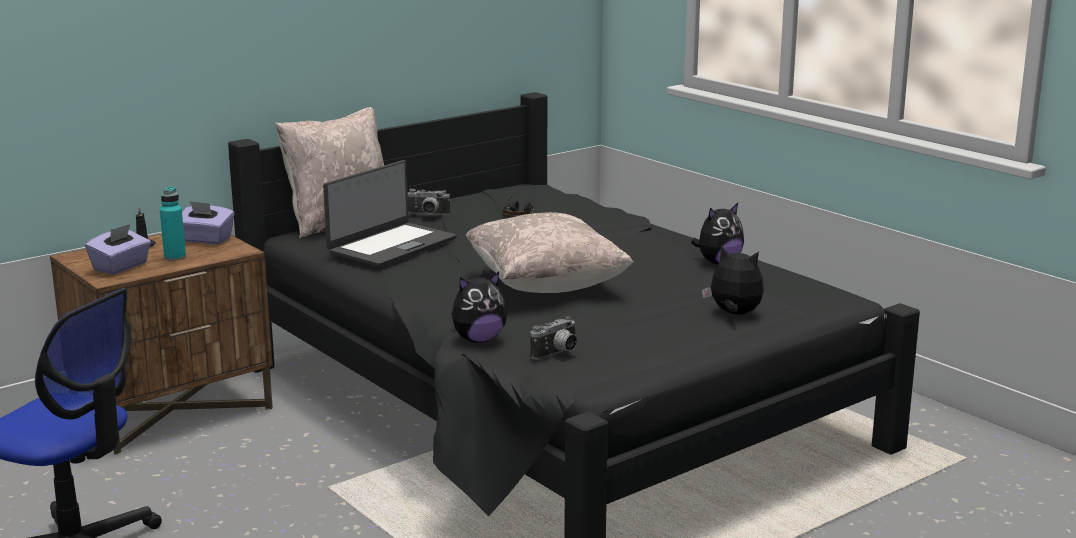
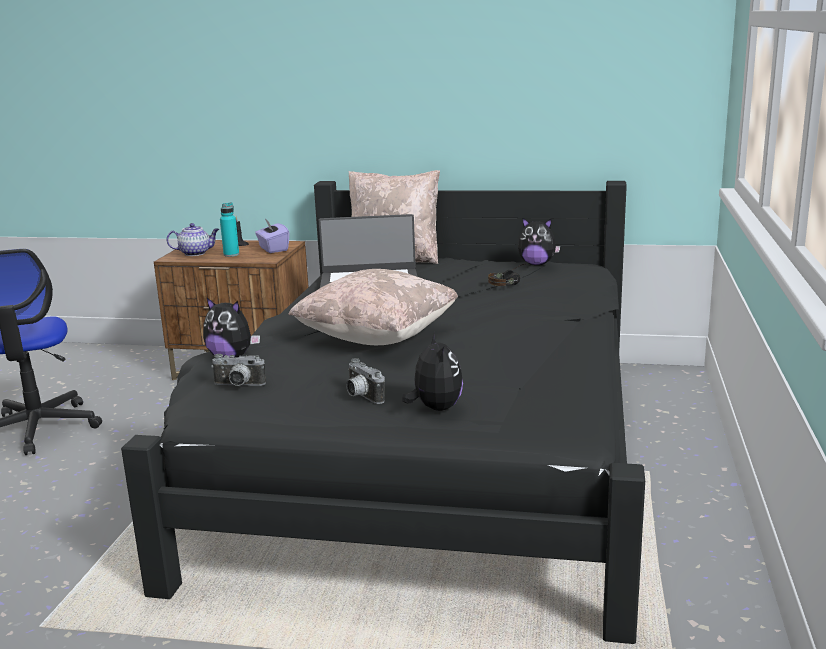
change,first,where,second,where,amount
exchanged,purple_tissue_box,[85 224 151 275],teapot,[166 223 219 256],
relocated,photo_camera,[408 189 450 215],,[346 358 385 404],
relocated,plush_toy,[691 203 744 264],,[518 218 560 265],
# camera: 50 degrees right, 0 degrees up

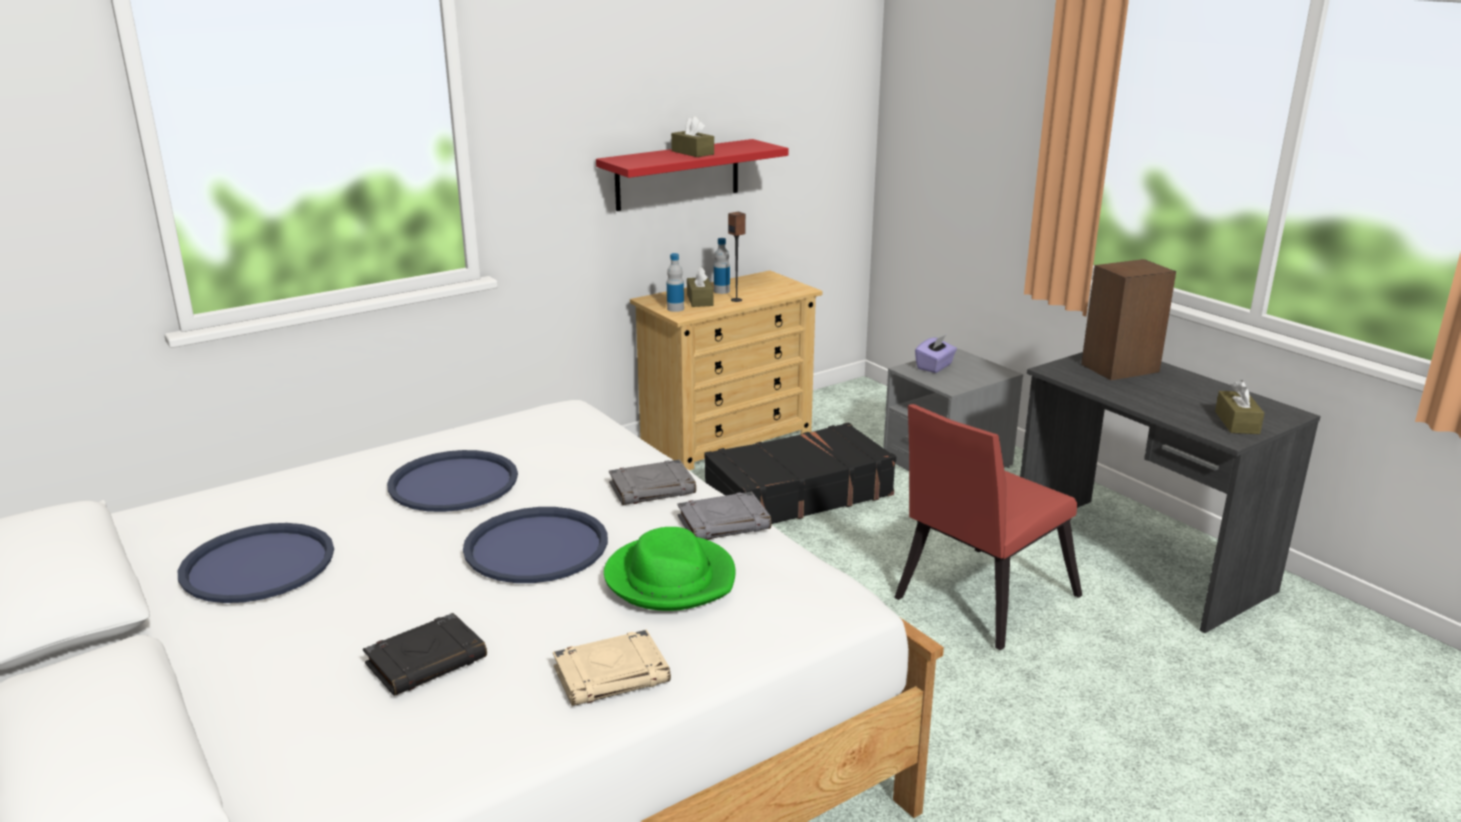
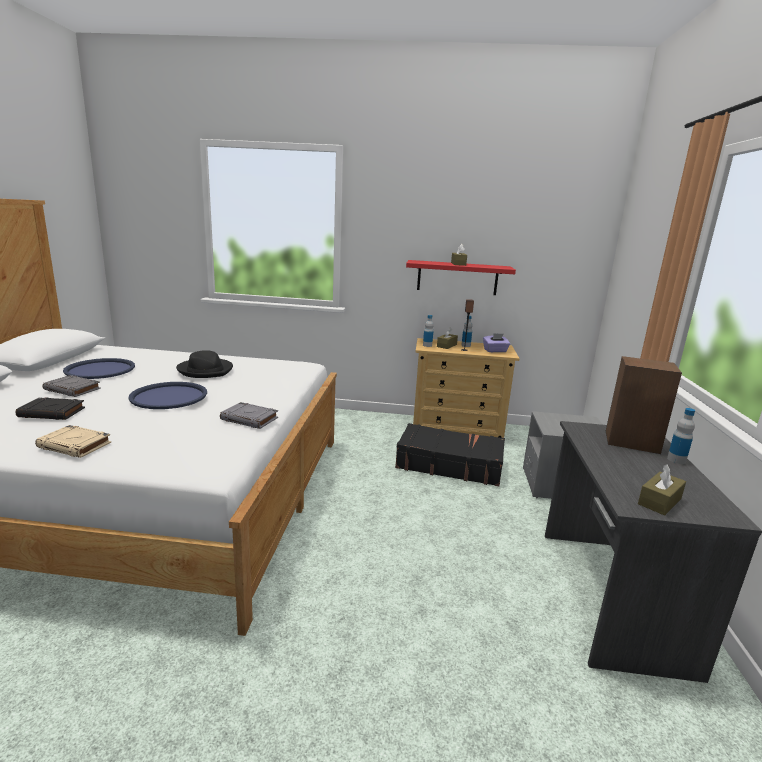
change,first,where,second,where,amount
exchanged,blue_tray,[387 450 518 512],black_hat,[176 350 233 378],
missing,green_hat,[604 527 736 611],,,
relocated,grey_book,[609 459 696 505],,[43 375 101 397],
missing,red_chair,[894 404 1082 650],,,
relocated,purple_tissue_box,[915 335 957 373],,[483 333 510 352],
appeared,,,bottle,[667 408 695 464],
# camera: 40 degrees right, 5 degrees down

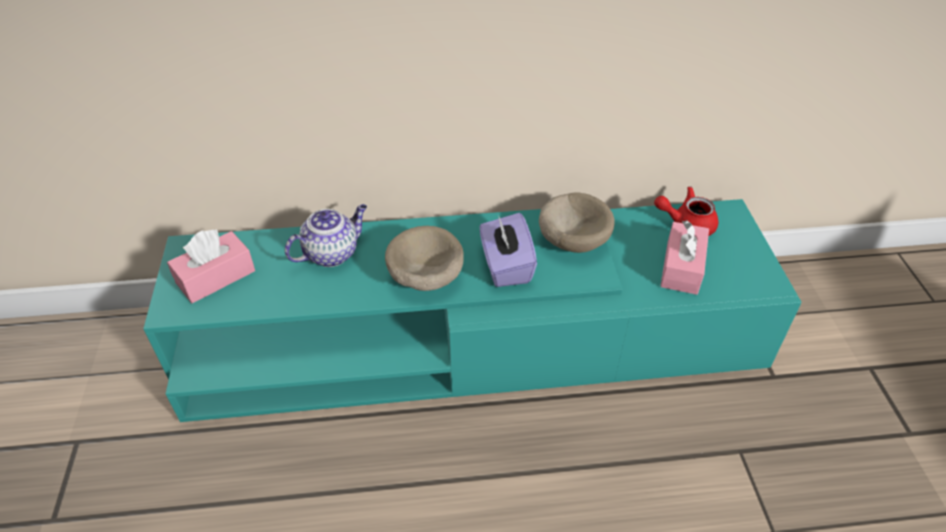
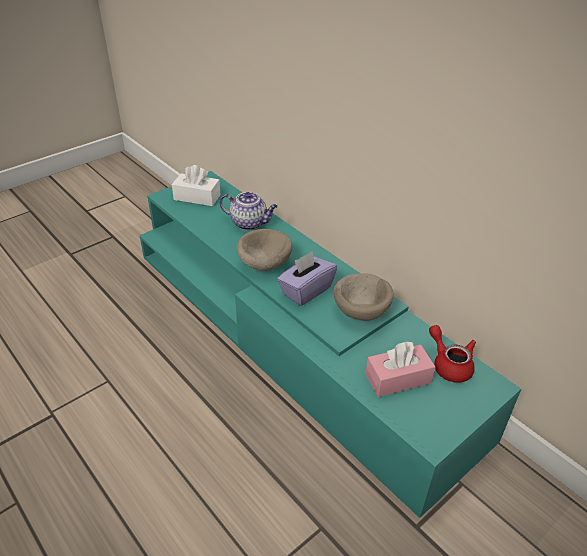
change,first,where,second,where,amount
colour,pink_tissue_box,[167 229 255 303],white_tissue_box,[172 165 221 206],
# camera: 55 degrees right, 5 degrees down

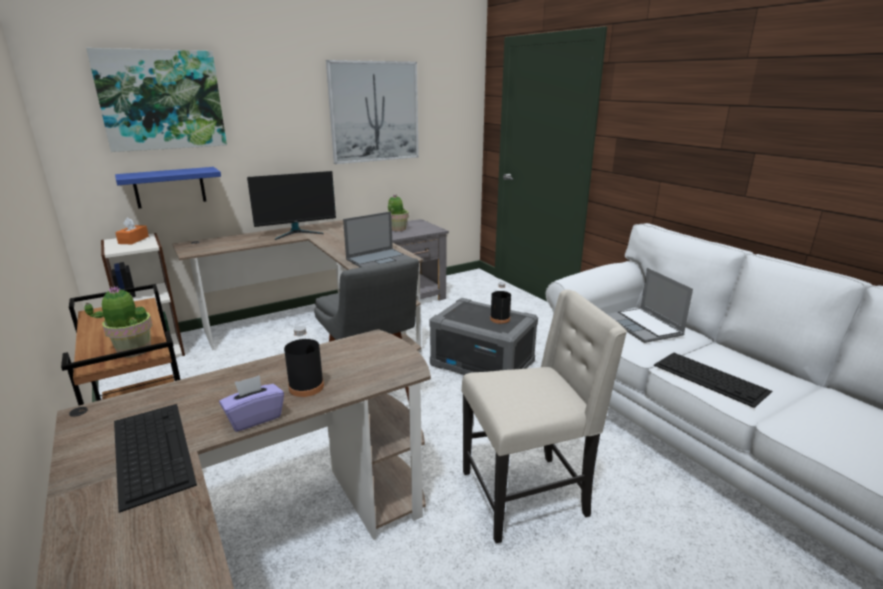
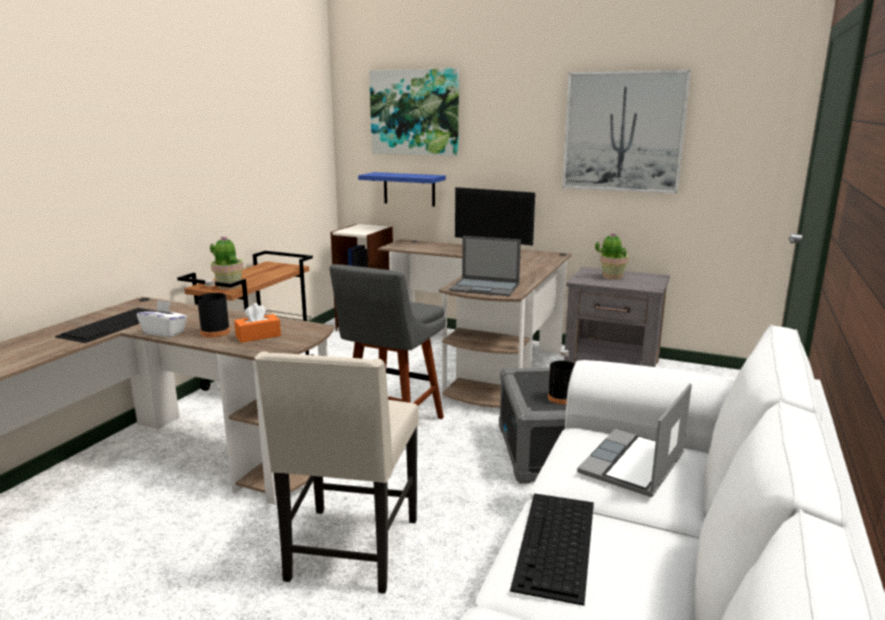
change,first,where,second,where,amount
relocated,orange_tissue_box,[115 217 149 244],,[234 303 281 343],
colour,purple_tissue_box,[219 375 284 432],white_tissue_box,[137 300 187 337],
spun,beige_chair,[462 289 627 543],,[255 352 419 594],60 degrees clockwise
# camera: 55 degrees right, 5 degrees down

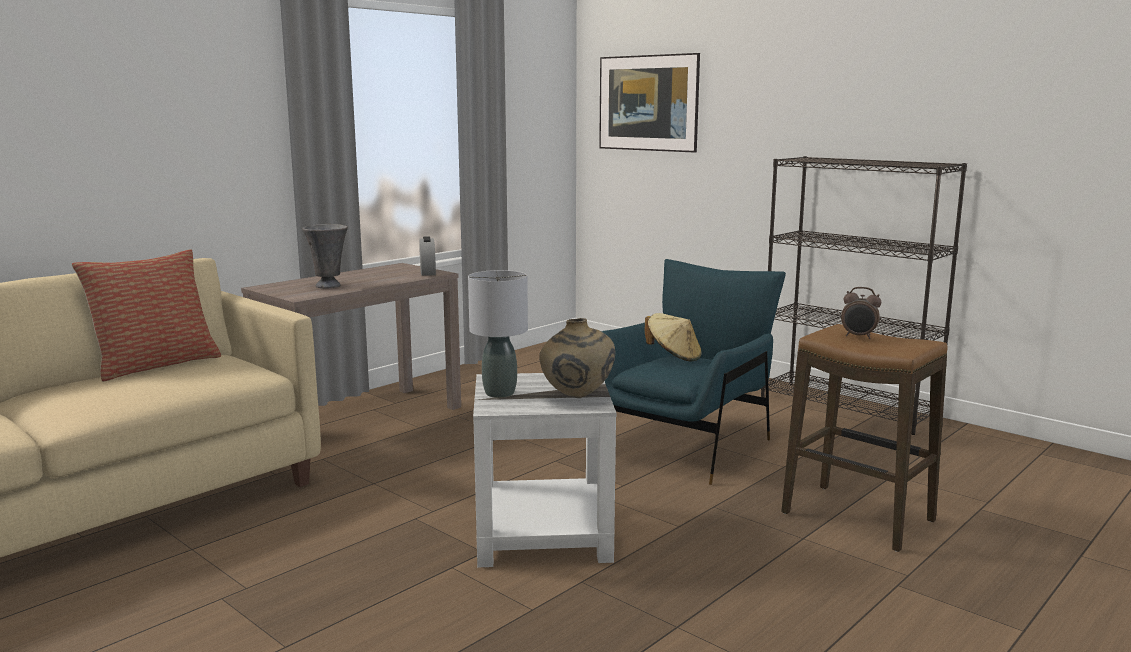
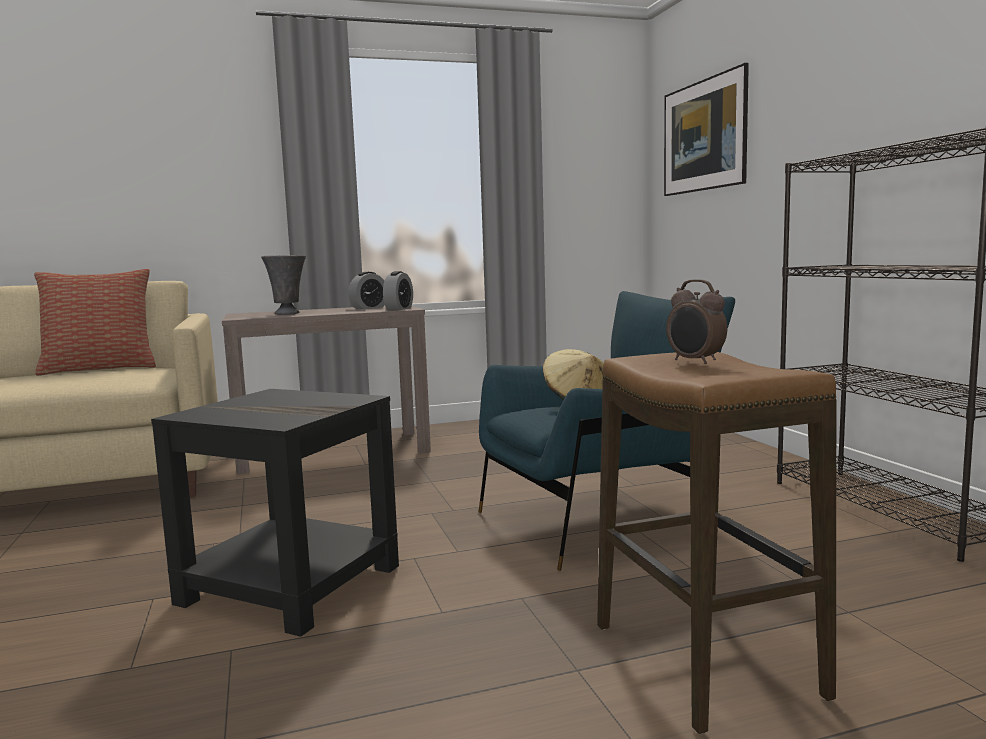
change,first,where,second,where,amount
missing,grey_table_lamp,[468 270 528 398],,,
colour,white_side_table,[473 373 616 567],black_side_table,[151 389 399 637],
missing,beige_vase,[539 318 615 398],,,
appeared,,,alarm_clock,[348 272 385 309],
# camera: 30 degrees right, 5 degrees down

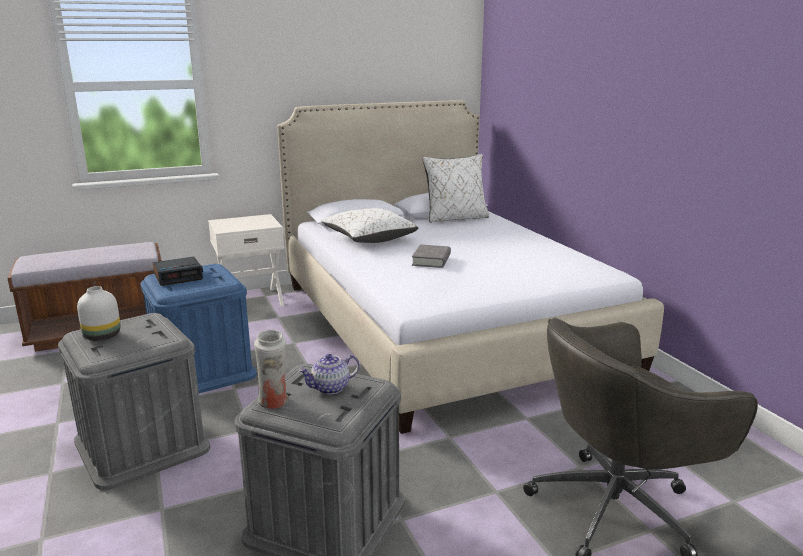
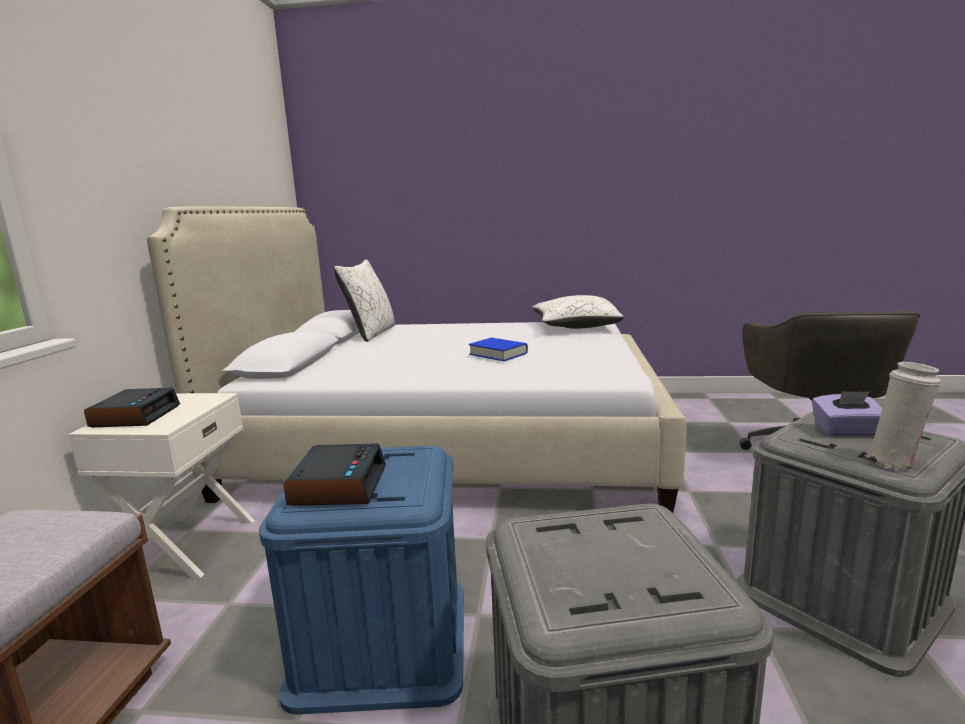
change,first,where,second,where,amount
missing,white_vase,[77 286 121 341],,,
exchanged,teapot,[299 354 360 395],purple_tissue_box,[812 391 882 437],
relocated,white_pillow,[321 208 418 243],,[532 295 624 329],
colour,grey_book,[412 244 451 268],blue_book,[469 338 528 361],
appeared,,,alarm_clock,[84 388 180 427],
# camera: 60 degrees left, 5 degrees down

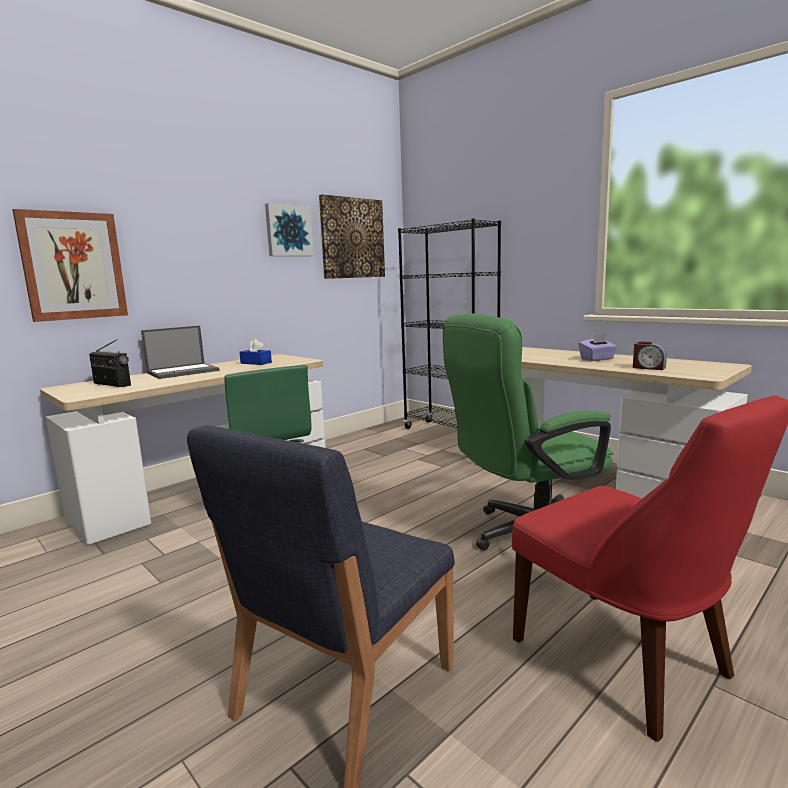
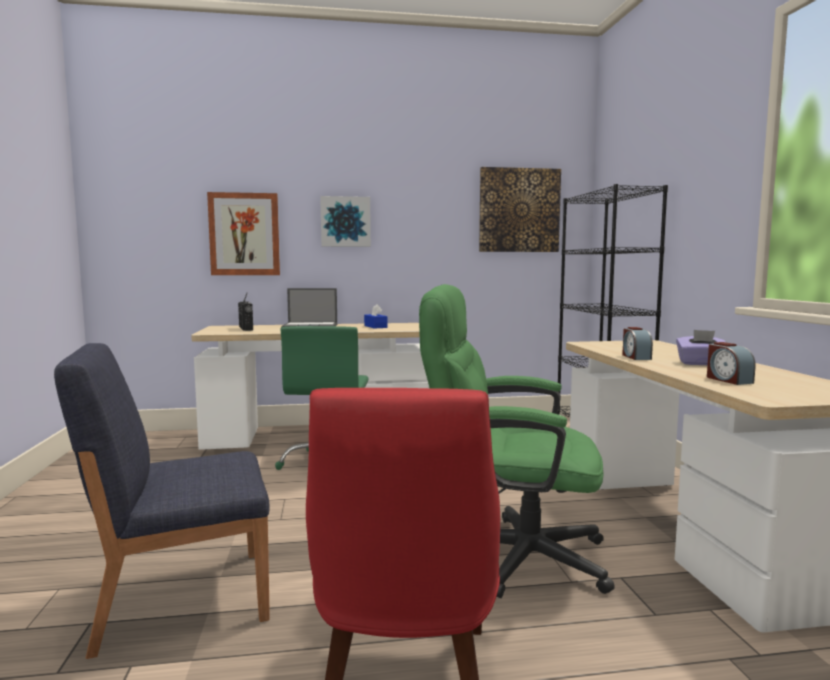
change,first,where,second,where,amount
relocated,picture,[265 203 314 256],,[320 196 371 247],
appeared,,,alarm_clock,[622 327 653 360],
# camera: 35 degrees right, 5 degrees down

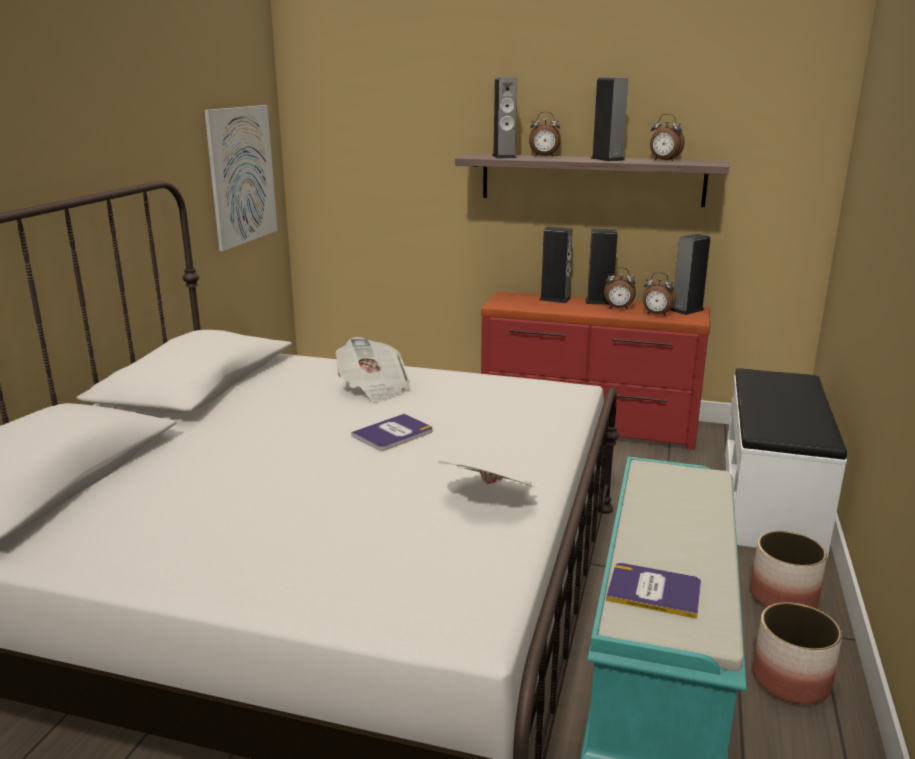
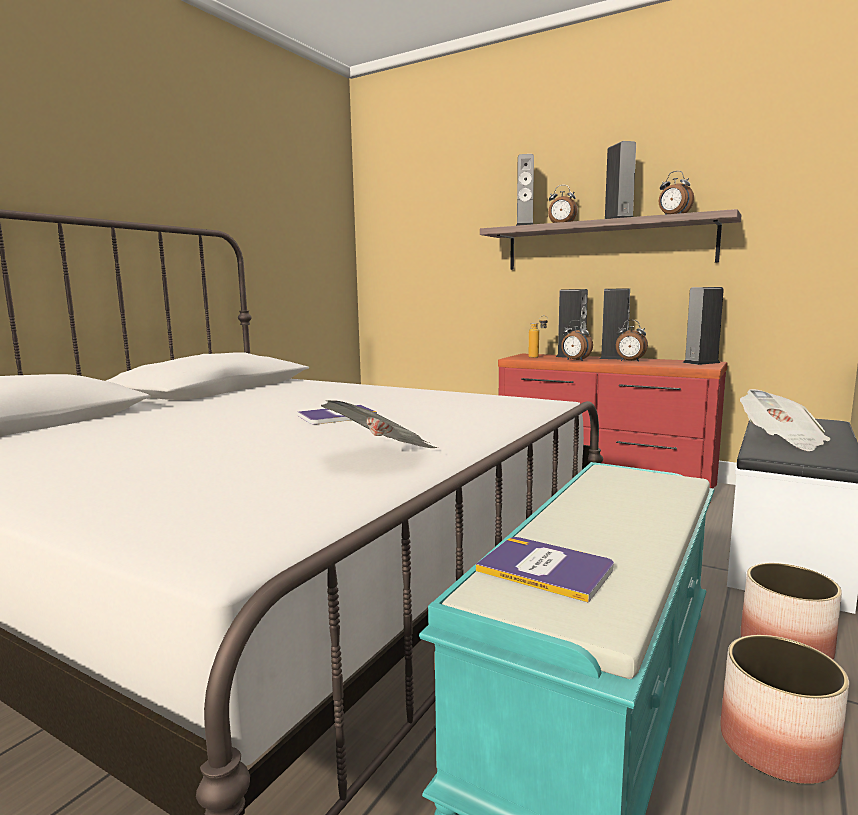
change,first,where,second,where,amount
missing,picture,[204 105 277 251],,,
relocated,newspaper,[336 337 410 403],,[740 389 830 451],
relocated,alarm_clock,[643 272 676 316],,[561 320 593 361],
appeared,,,bottle,[528 315 548 358],
# camera: 15 degrees right, 10 degrees down

